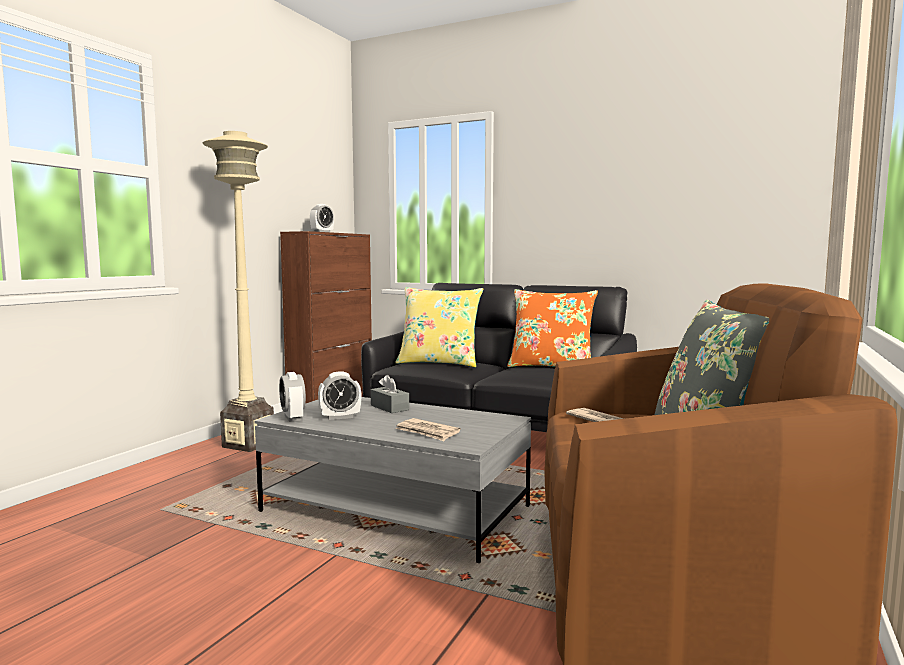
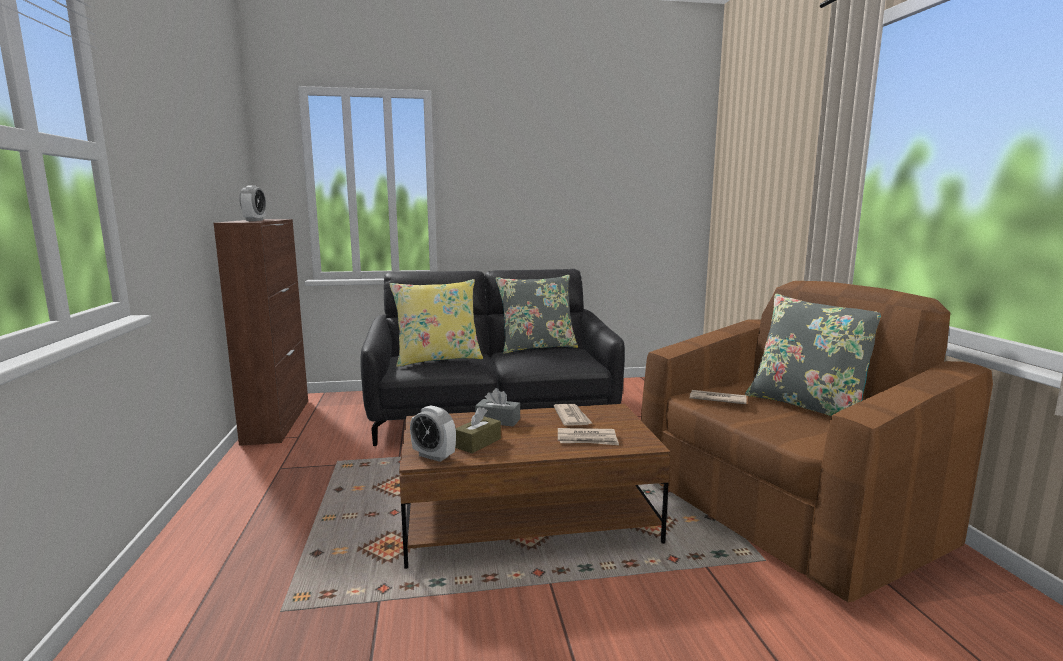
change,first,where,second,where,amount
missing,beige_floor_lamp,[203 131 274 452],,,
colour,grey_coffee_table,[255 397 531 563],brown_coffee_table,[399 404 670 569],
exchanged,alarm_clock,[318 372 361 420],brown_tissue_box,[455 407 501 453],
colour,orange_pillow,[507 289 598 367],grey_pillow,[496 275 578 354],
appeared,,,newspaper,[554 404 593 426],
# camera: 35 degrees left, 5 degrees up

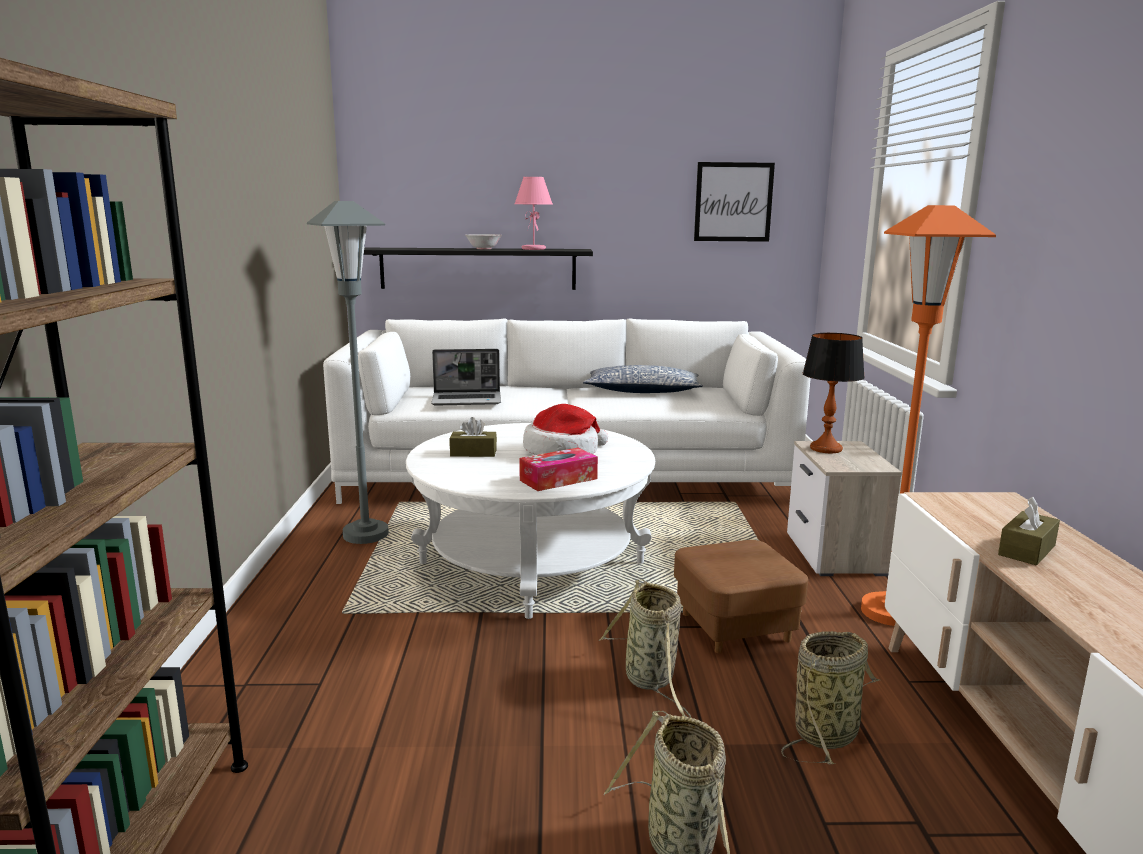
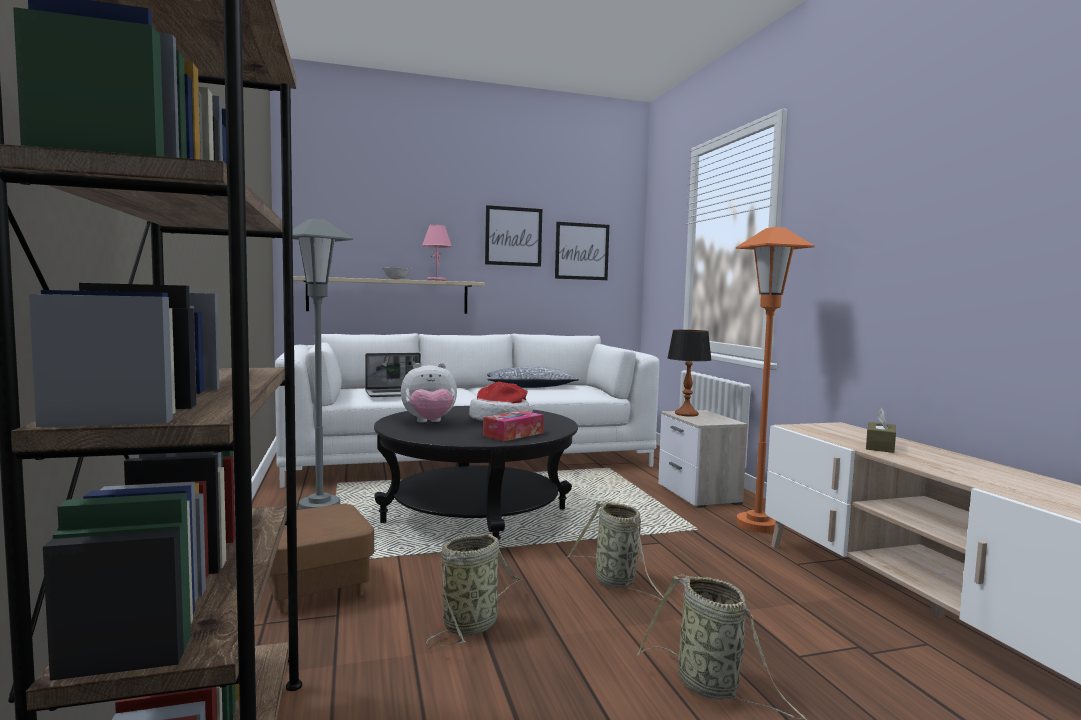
change,first,where,second,where,amount
colour,black_shelf,[364 248 593 290],beige_shelf,[293 276 485 314],
colour,white_coffee_table,[406 423 655 619],black_coffee_table,[374 406 578 540],
exchanged,brown_tissue_box,[449 417 497 457],plush_toy,[401 363 457 422],
relocated,brown_ottoman,[674 540 808 653],,[267 504 374 613],
relocated,basket,[781 631 880 765],,[426 534 522 646],
appeared,,,picture,[485 205 542 267],
# camera: 15 degrees left, 10 degrees down

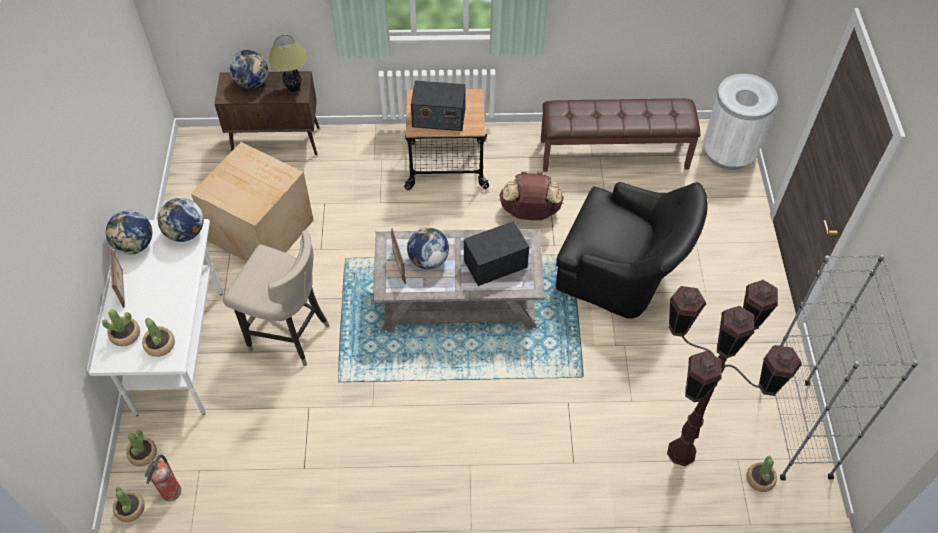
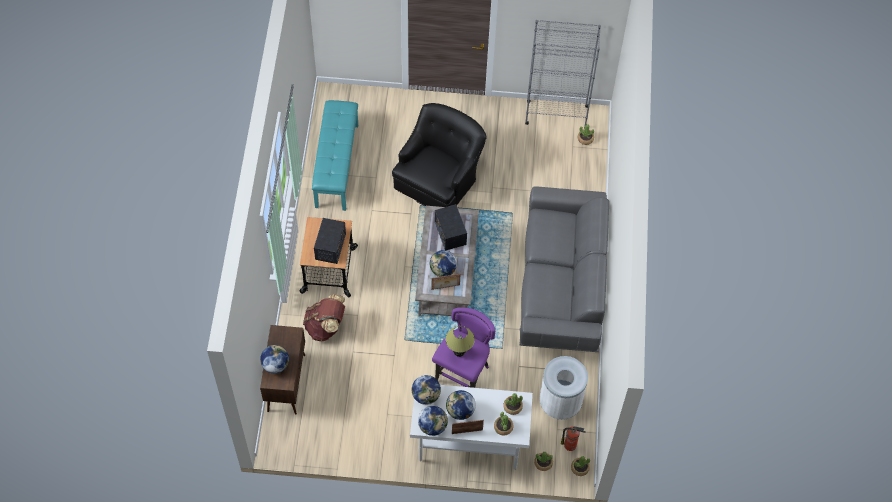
change,first,where,second,where,amount
missing,cardboard_box,[191 142 314 261],,,
colour,beige_stool,[223 230 329 366],purple_stool,[432 307 495 388],
relocated,table_lamp,[268 35 307 92],,[446 326 475 357],
relocated,brown_backpack,[499 171 564 220],,[303 294 345 341],
colour,brown_bench,[541 98 700 172],turquoise_bench,[312 100 358 211],
missing,brown_floor_lamp,[667 280 802 466],,,
relocated,white_trash_can,[703 74 778 170],,[539 356 588 420],
appeared,,,globe,[446 390 476 420],
appeared,,,grey_sofa,[519 187 609 352],
# camera: 85 degrees left, 5 degrees up

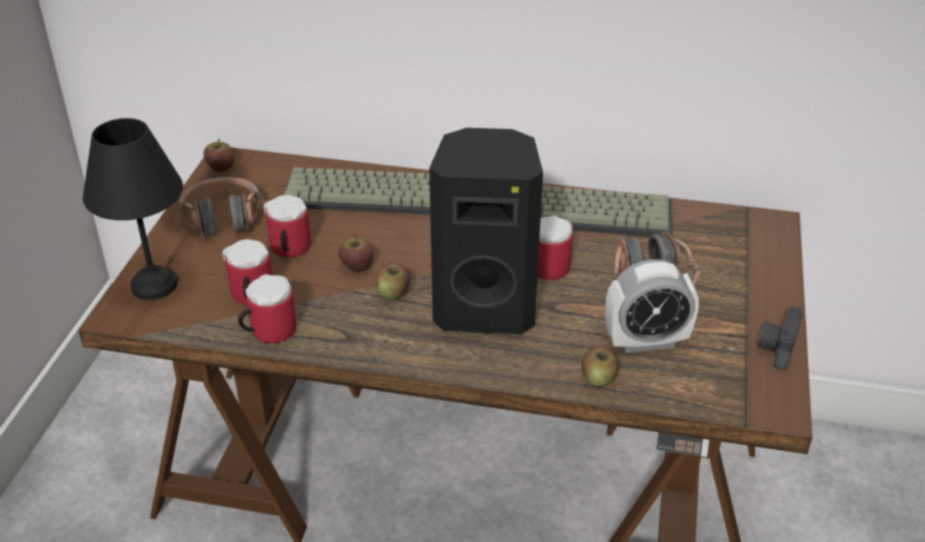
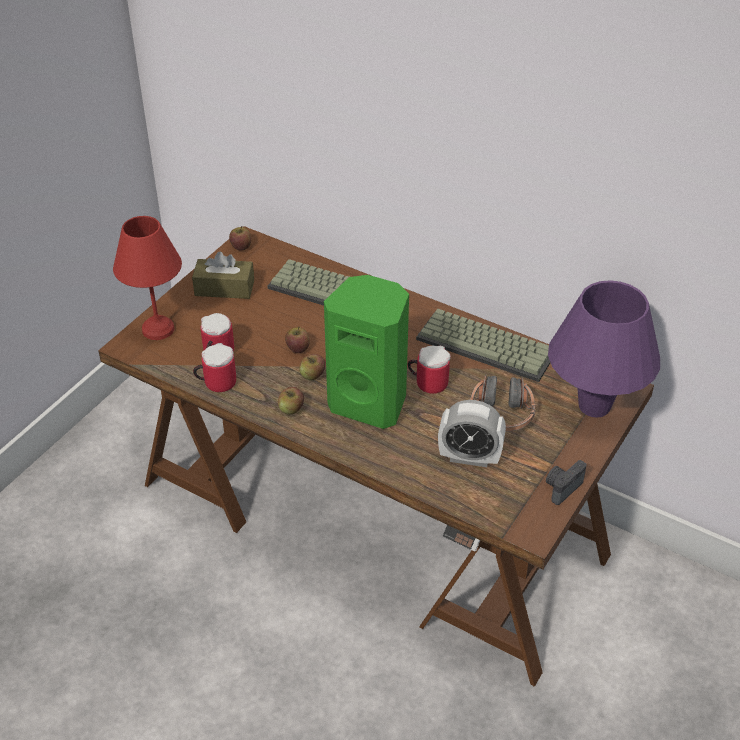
change,first,where,second,where,amount
colour,black_table_lamp,[83 118 183 300],red_table_lamp,[113 216 182 340],
exchanged,headphones,[179 177 261 238],brown_tissue_box,[192 252 254 299],
missing,mug,[263 195 311 257],,,
colour,black_speaker,[429 128 543 334],green_speaker,[324 275 409 429],
relocated,apple,[582 346 619 387],,[278 387 304 415],
appeared,,,purple_table_lamp,[548 280 660 418],
# camera: 20 degrees right, 5 degrees up

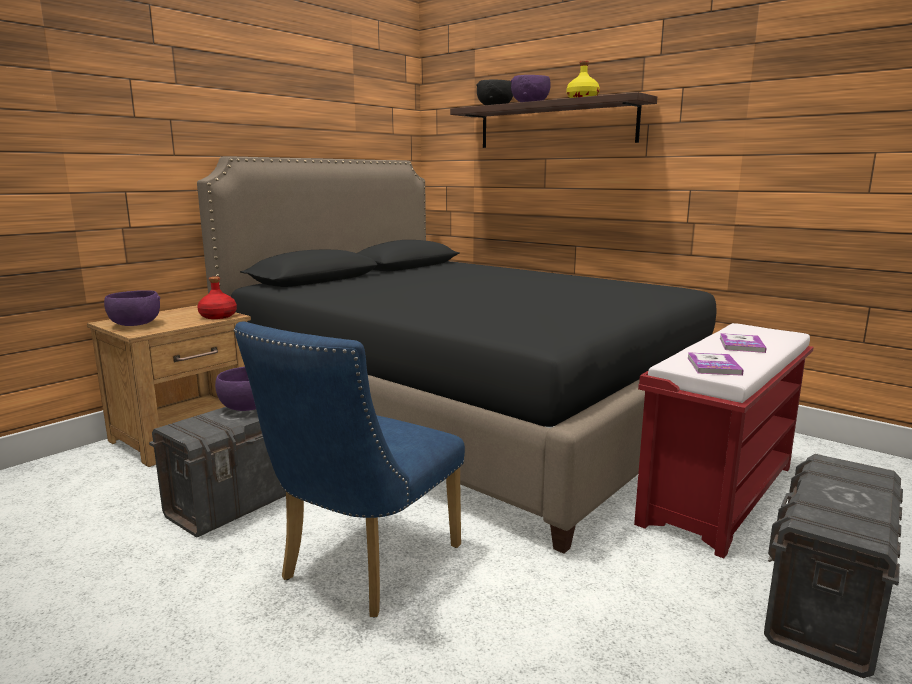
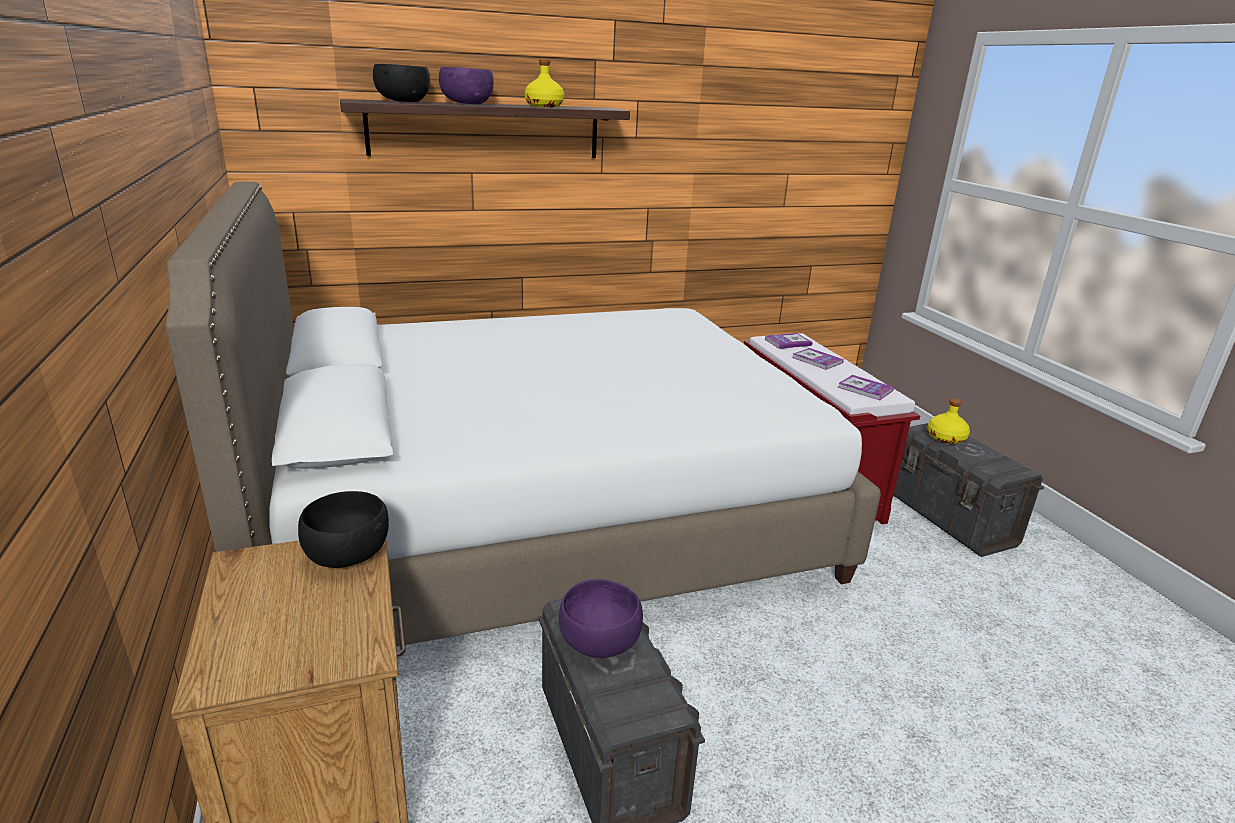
change,first,where,second,where,amount
missing,purple_bowl,[104 290 160 326],,,
colour,black_bed,[197 156 717 554],white_bed,[166 182 881 647],
exchanged,red_bottle,[197 277 237 319],black_bowl,[298 491 389 568],
missing,blue_chair,[234 321 465 617],,,
appeared,,,book,[764 333 813 349],
appeared,,,yellow_bottle,[927 398 970 444],
# camera: 60 degrees left, 10 degrees up

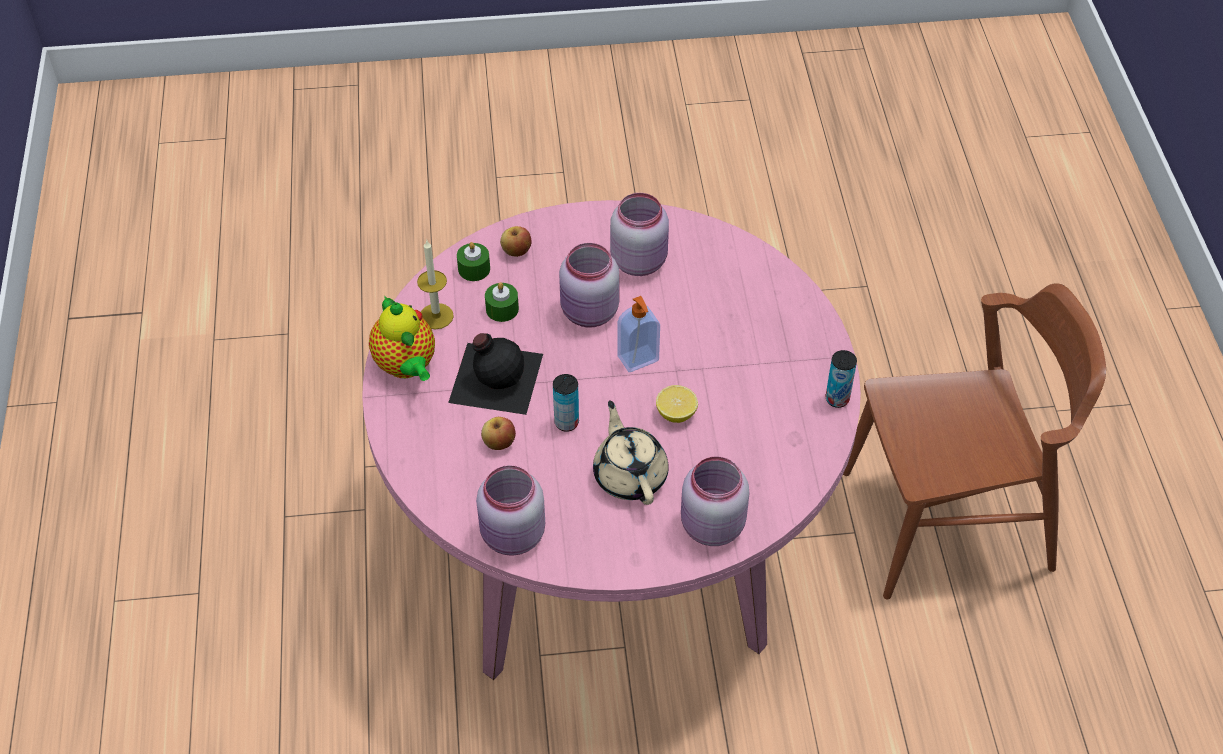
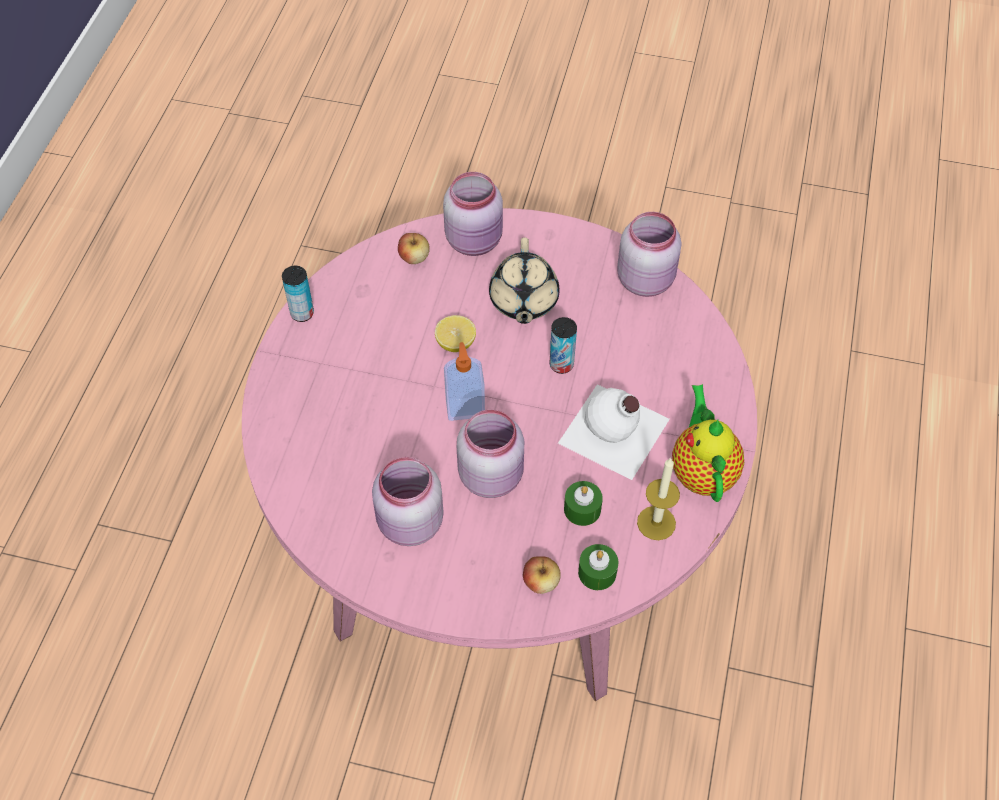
change,first,where,second,where,amount
colour,black_bottle,[448 333 543 415],white_bottle,[558 384 670 480],
relocated,apple,[481 417 516 450],,[398 233 430 264],
missing,brown_chair,[843 283 1106 599],,,
# camera: 160 degrees left, 5 degrees up

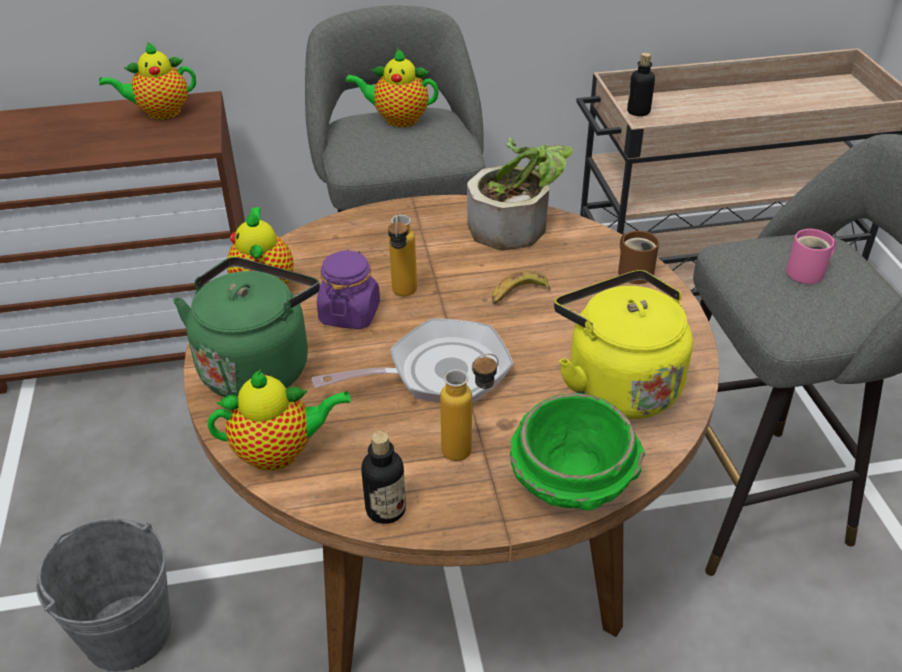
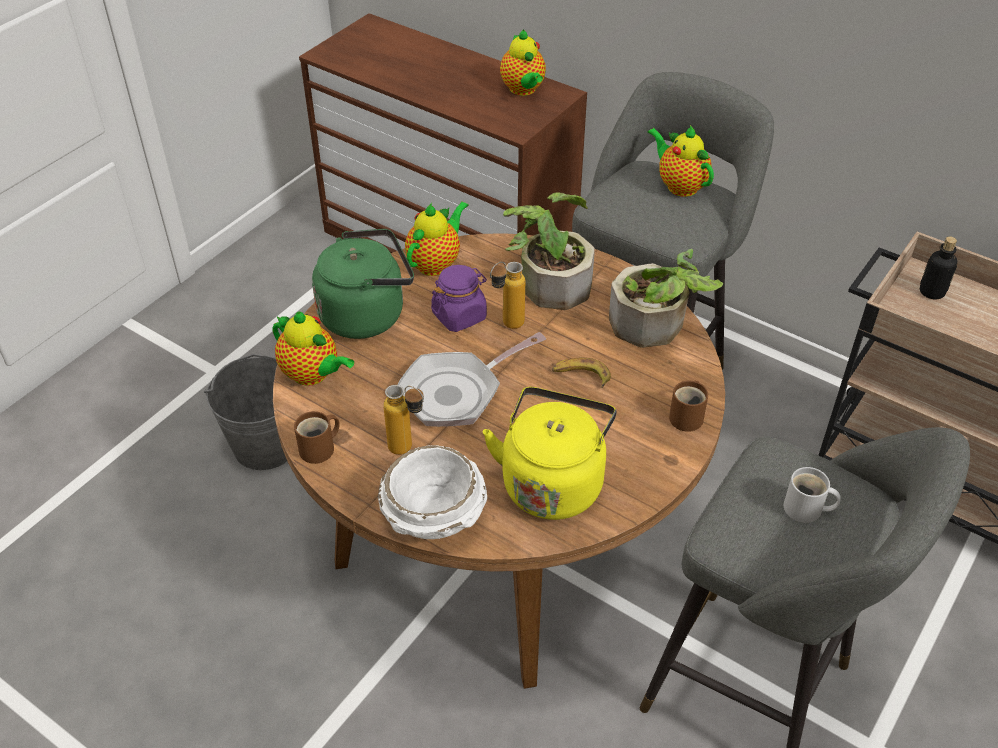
change,first,where,second,where,amount
spun,teapot,[99 41 196 120],,[500 30 546 96],135 degrees counterclockwise
spun,frying_pan,[312 318 514 404],,[397 332 546 427],120 degrees clockwise
exchanged,bottle,[361 431 406 524],brown_mug,[294 411 340 464],
colour,green_bowl,[510 393 645 511],white_bowl,[378 445 487 539],
colour,pink_mug,[786 229 836 284],white_mug,[784 467 841 523],
appeared,,,potted_plant,[503 192 595 310],
# camera: 45 degrees right, 5 degrees up

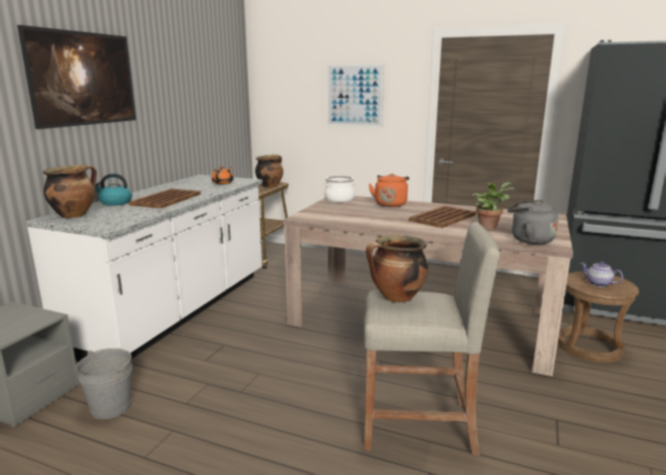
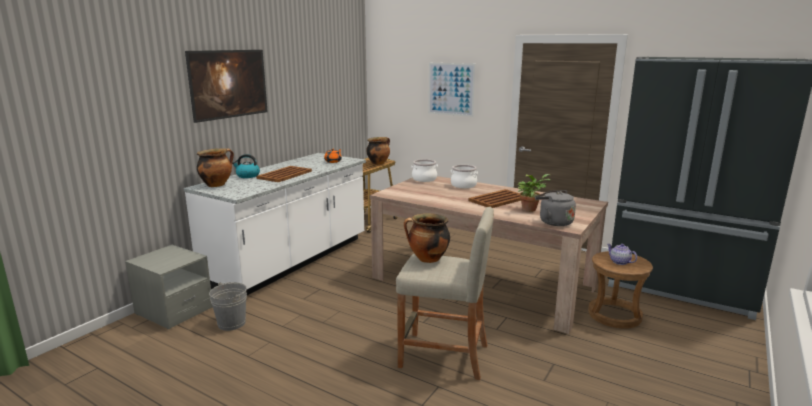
change,first,where,second,where,amount
exchanged,orange_kettle,[369 174 409 207],cooking_pot,[451 165 478 188],
# camera: 10 degrees right, 0 degrees up

